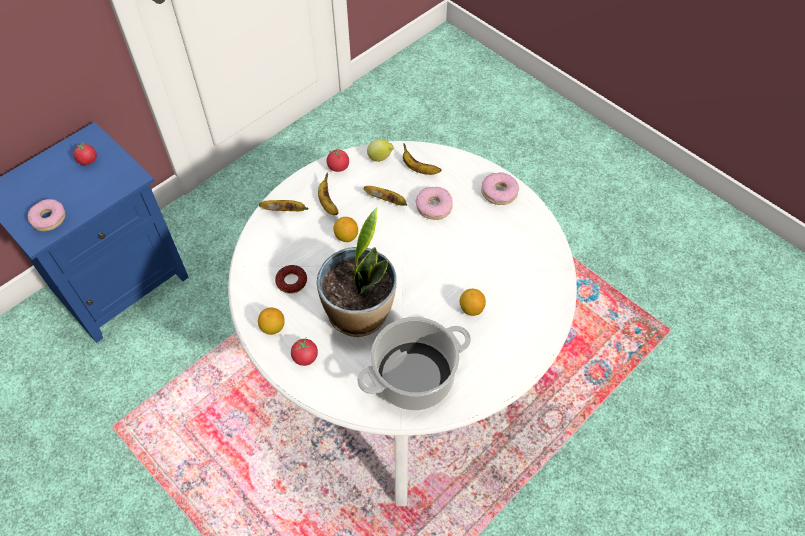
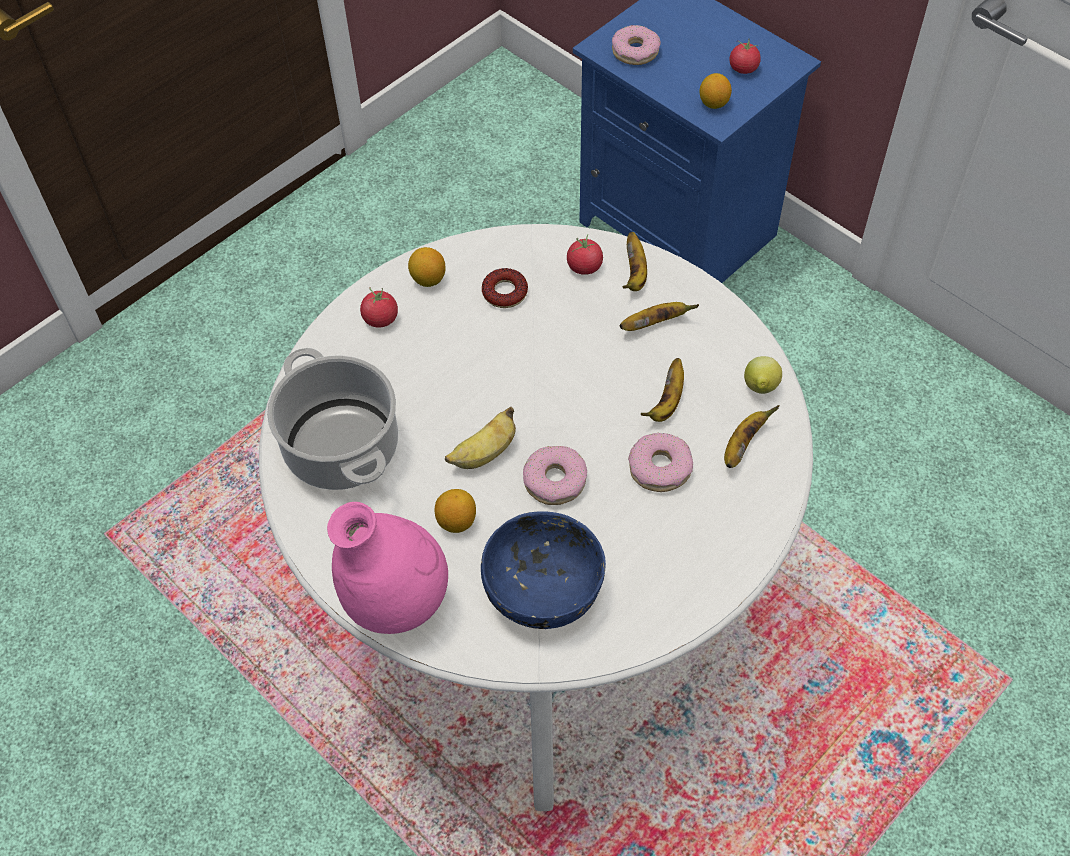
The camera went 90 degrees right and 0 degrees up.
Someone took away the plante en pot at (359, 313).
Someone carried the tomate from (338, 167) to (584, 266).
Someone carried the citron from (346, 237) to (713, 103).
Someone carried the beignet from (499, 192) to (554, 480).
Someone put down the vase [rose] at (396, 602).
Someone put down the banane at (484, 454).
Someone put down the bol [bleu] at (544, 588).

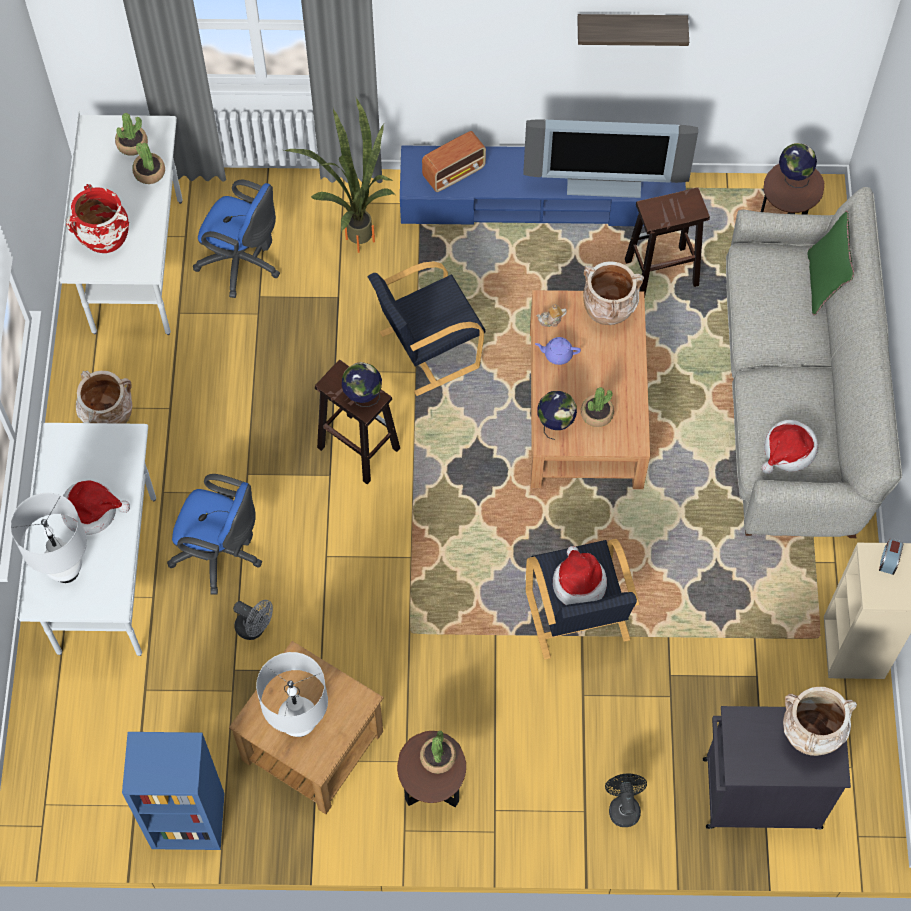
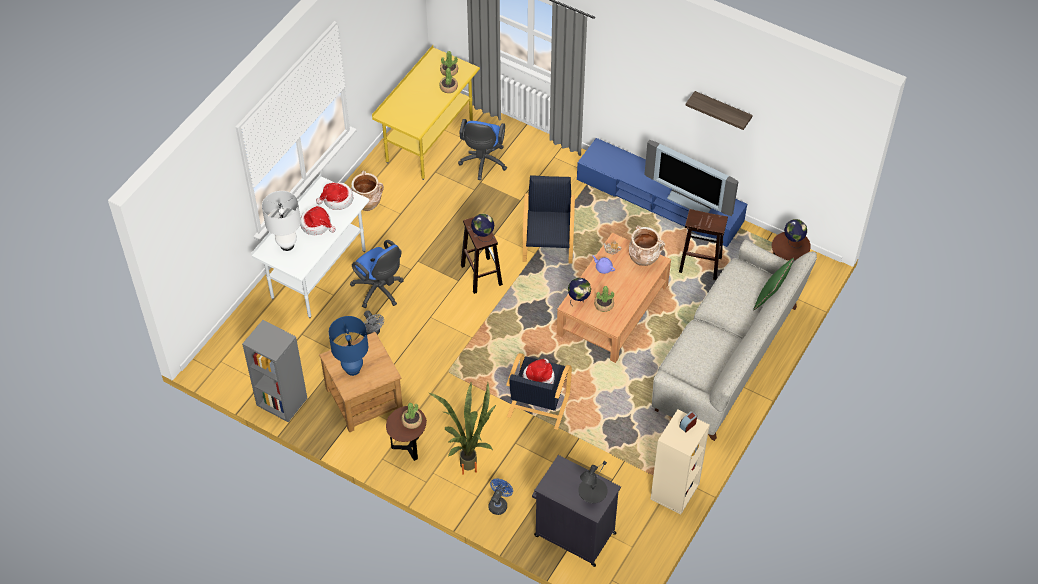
The camera went 30 degrees right and 10 degrees down.
Someone repainted the bureau [blanc] at (137, 266), which became the bureau [jaune] at (429, 141).
Someone took away the vase [rouge] at (105, 243).
Someone repainted the bibliothèque [bleu] at (187, 821), which became the bibliothèque [gris] at (281, 402).
Someone rotated the chaise de bureau [bleu] at (243, 263) by 45 degrees clockwise.
Someone repainted the lampe de table [blanc] at (299, 724), which became the lampe de table [bleu] at (352, 369).
Someone carried the plante en pot from (357, 233) to (469, 462).
Someone rotated the fauteuil [noir] at (427, 350) by 90 degrees clockwise.
Someone took away the radio at (454, 173).
Someone repainted the ventilateur [noir] at (623, 806), which became the ventilateur [bleu] at (499, 504).
Someone carried the chapeau from (788, 451) to (337, 200).
Someone swapped the vase [beige] at (808, 737) for the lampe de table [noir] at (592, 490).

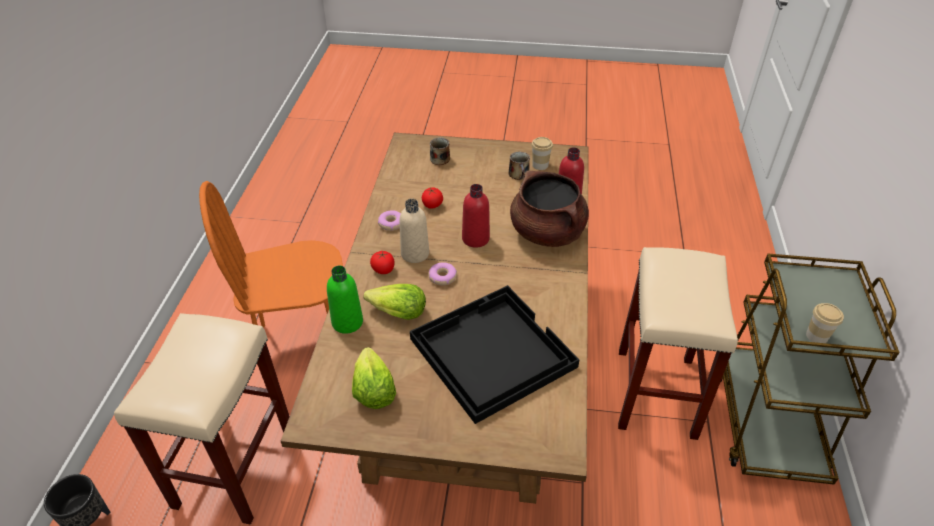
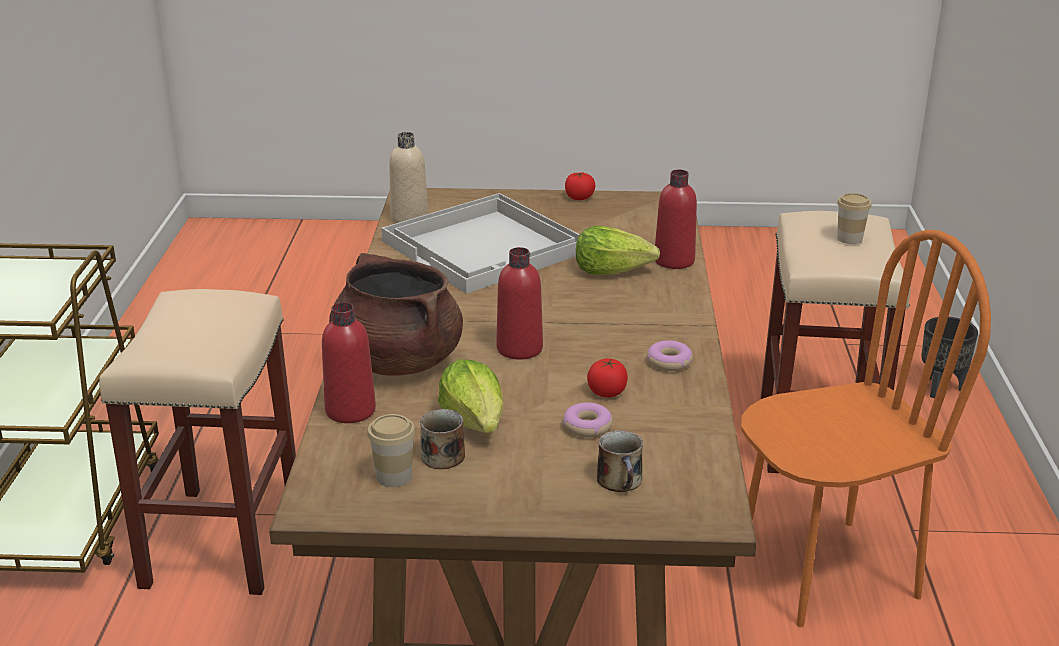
The camera went 175 degrees right and 15 degrees down.
Someone repainted the bouteille [vert] at (347, 322), which became the bouteille [rouge] at (674, 261).
Someone carried the laitue from (373, 390) to (475, 421).
Someone carried the tomate from (383, 269) to (579, 197).
Someone carried the bouteille [beige] from (415, 254) to (409, 218).
Someone repainted the plateau [noir] at (490, 352), which became the plateau [blanc] at (486, 246).
Someone carried the beignet from (442, 277) to (587, 426).
Someone carried the tasse from (817, 336) to (849, 239).

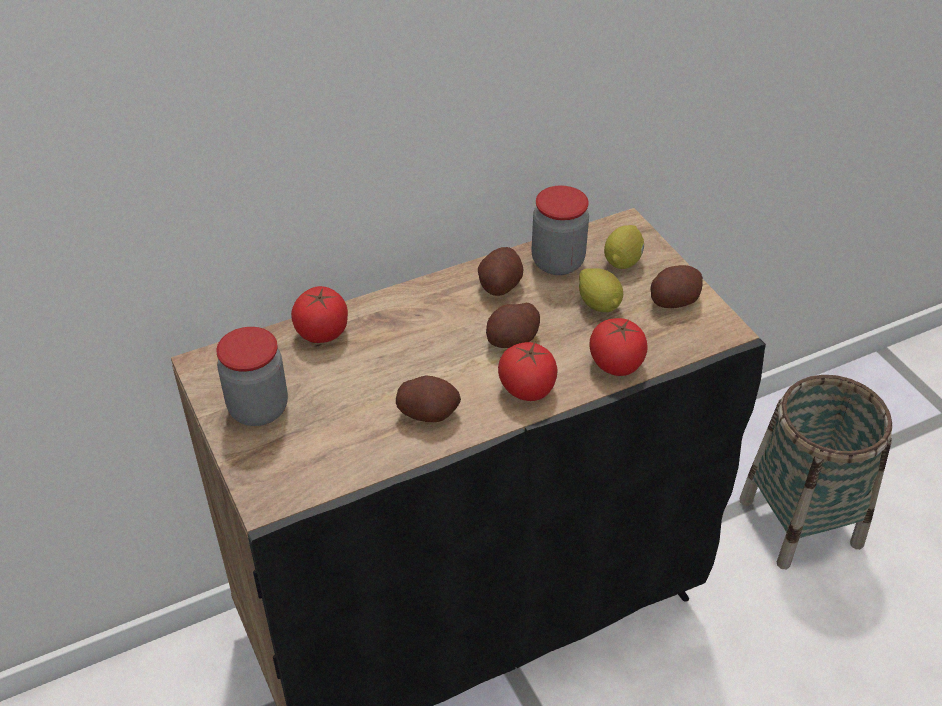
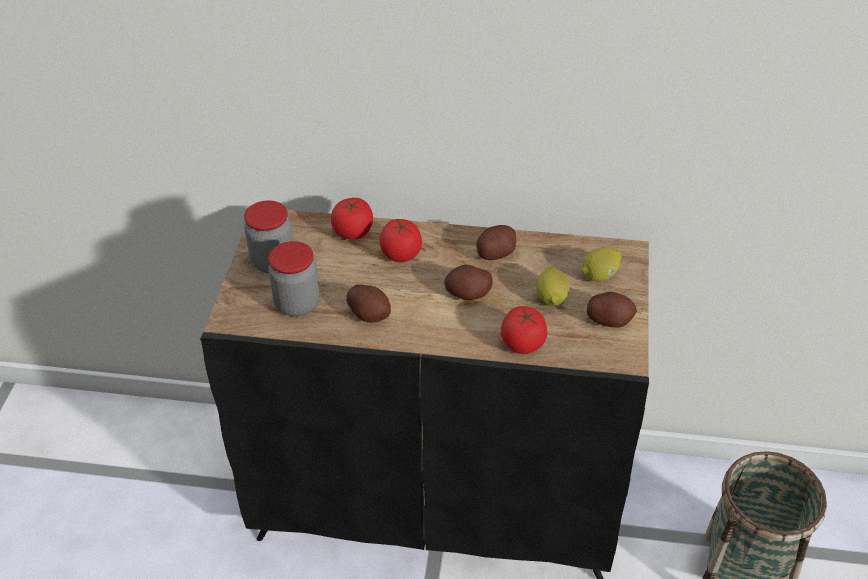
The camera went 35 degrees right and 0 degrees up.
Someone carried the tomate from (527, 388) to (401, 253).
Someone carried the bocal from (557, 262) to (297, 304).

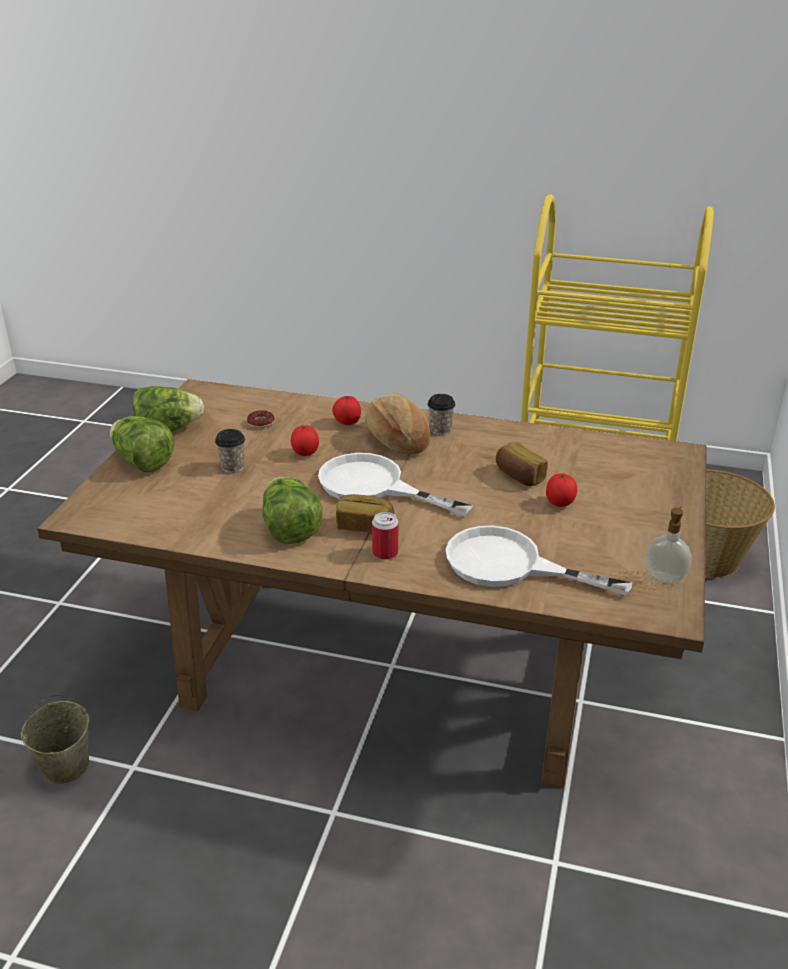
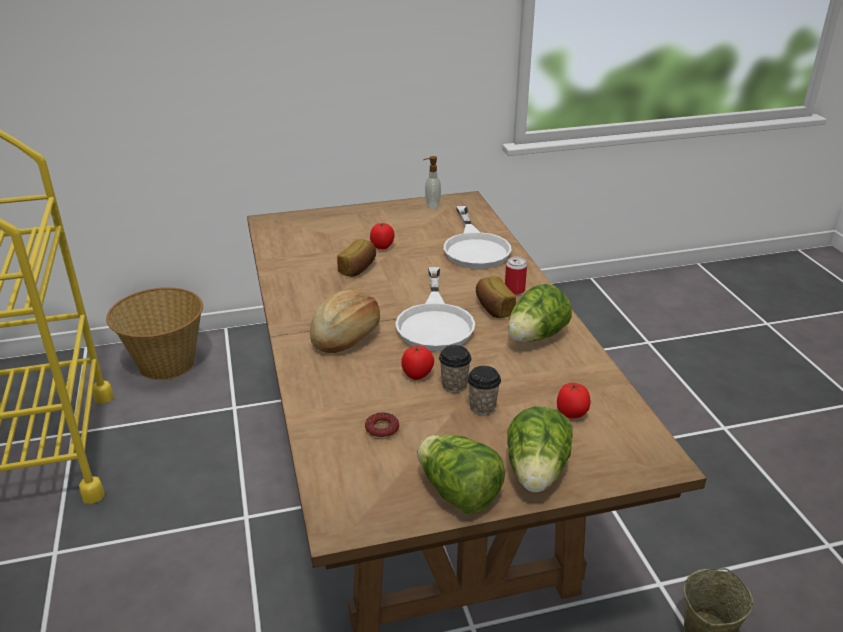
The camera went 120 degrees left and 0 degrees up.
Someone carried the tomate from (347, 423) to (571, 414).
Someone carried the tasse from (440, 430) to (454, 385).

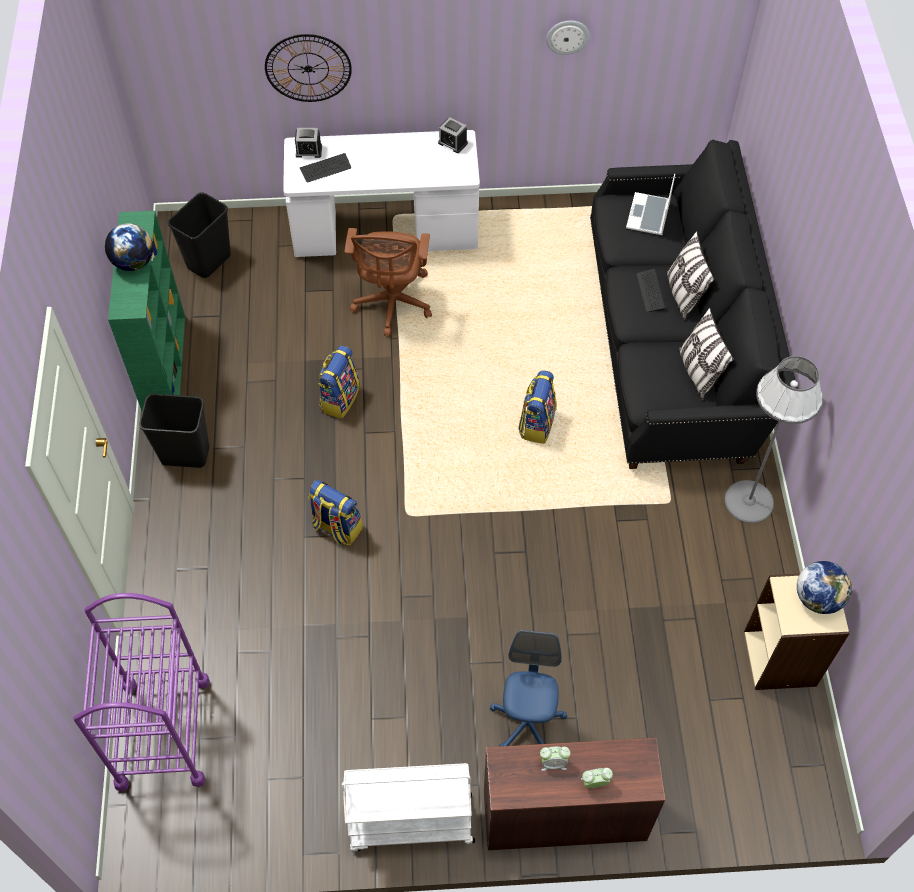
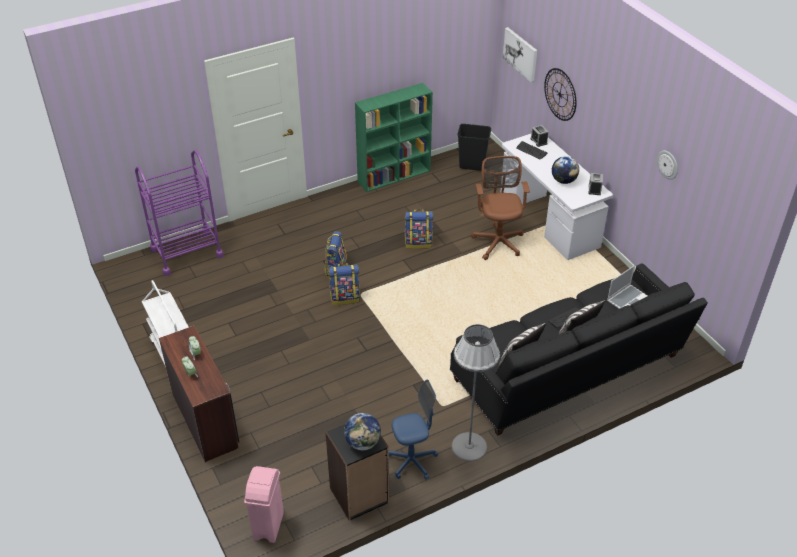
The camera went 65 degrees right and 15 degrees down.
Someone carried the globe from (134, 262) to (563, 181).
Someone took away the poubelle [noir] at (186, 454).
Someone rotated the chaise de bureau [marron] at (392, 304) by 105 degrees clockwise.
Someone carried the chaise de bureau [bleu] from (527, 722) to (412, 461).
Someone carried the sac à dos from (536, 424) to (345, 297).
Someone rotated the ordinateur portable at (649, 216) by 150 degrees clockwise.
Someone repainted the bibliothèque [beige] at (781, 658), which became the bibliothèque [noir] at (359, 495).
Someone put down the poubelle [rose] at (268, 526).
Someone put up the tableau at (521, 54).

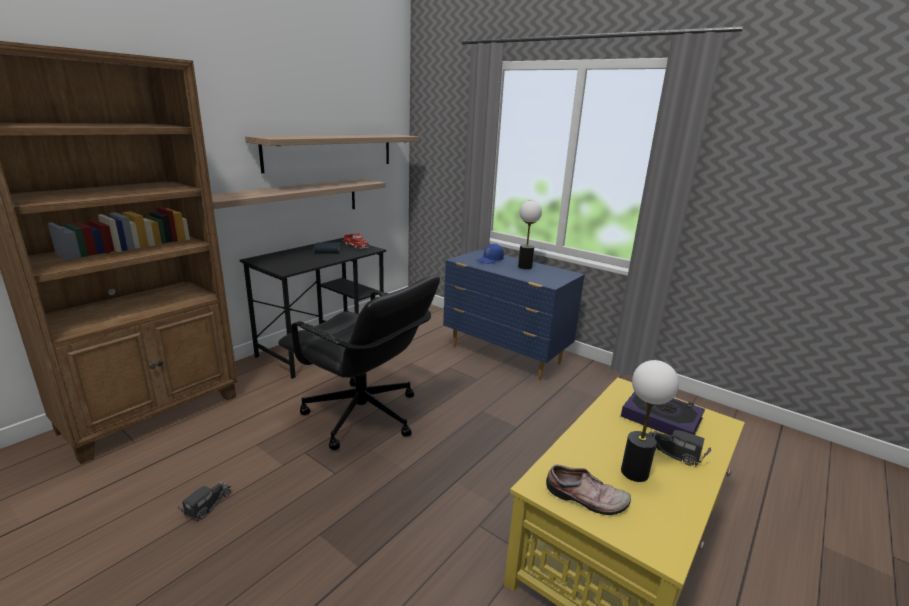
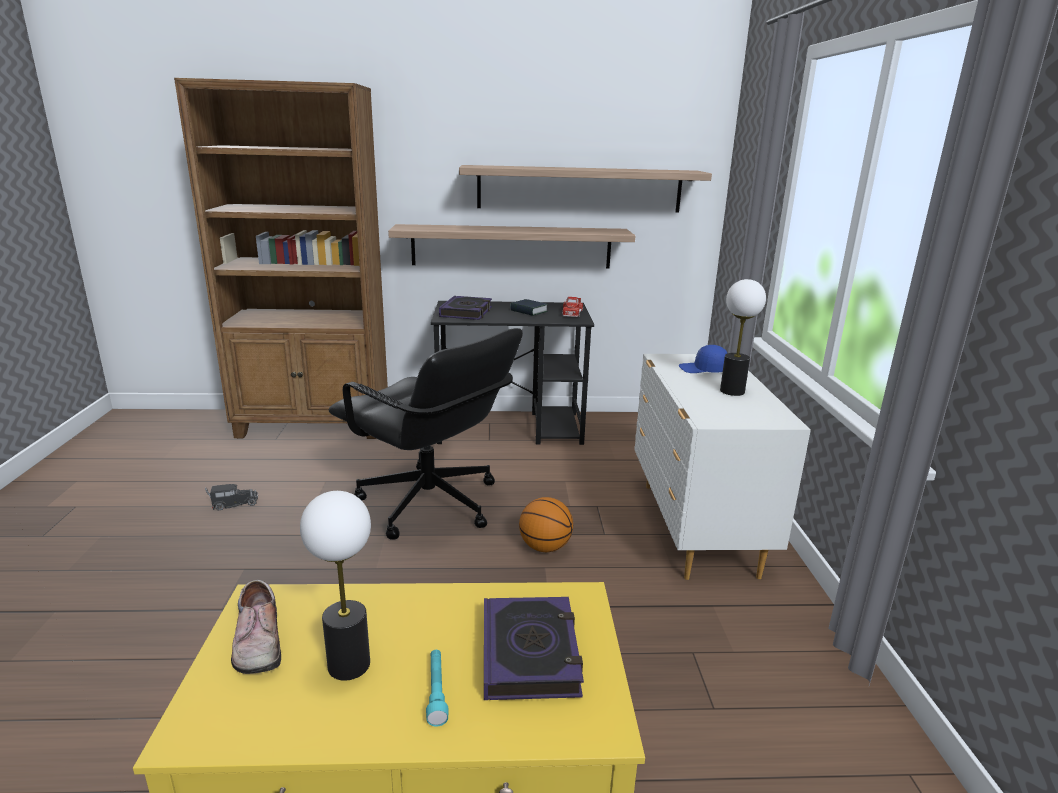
The camera went 50 degrees right and 0 degrees up.
Someone rotated the chaise de bureau [noir] at (362, 416) by 45 degrees counterclockwise.
Someone repainted the commode [bleu] at (505, 355), which became the commode [blanc] at (695, 529).
Someone swapped the camion jouet at (675, 454) for the lampe de poche [turquoise] at (436, 692).
Someone put down the livre at (466, 312).
Someone put down the ballon de basket at (545, 547).

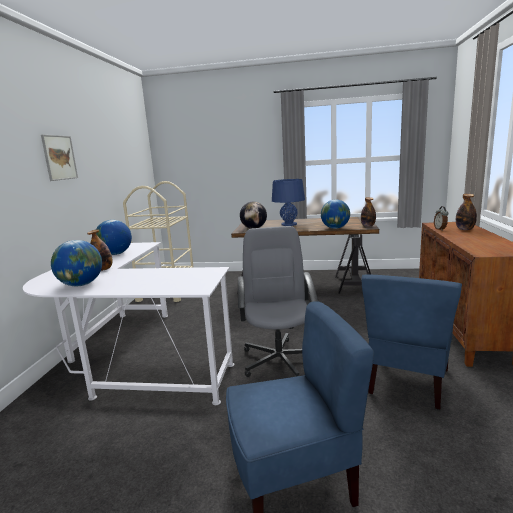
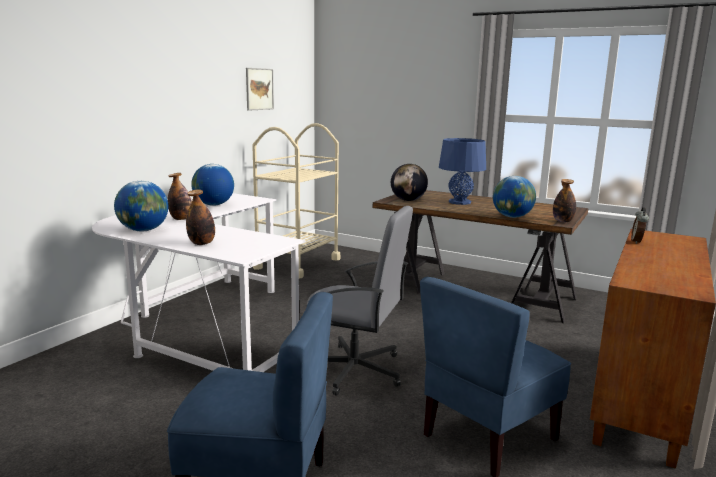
The camera went 20 degrees right and 0 degrees up.
Someone carried the tableau from (59, 157) to (259, 89).
Someone rotated the chaise de bureau [gris] at (279, 359) by 90 degrees clockwise.
Someone carried the bouteille from (464, 229) to (202, 243).

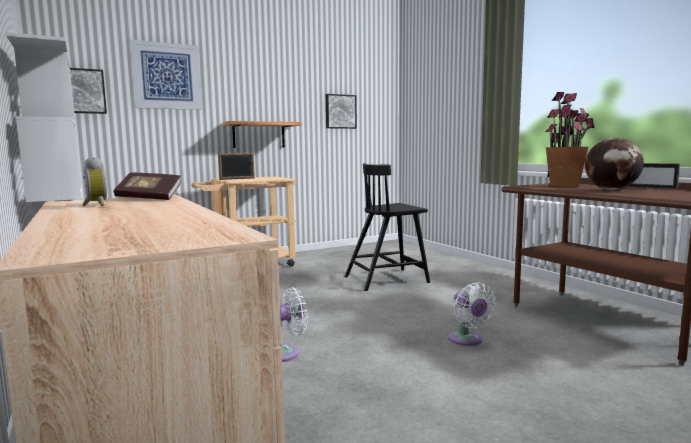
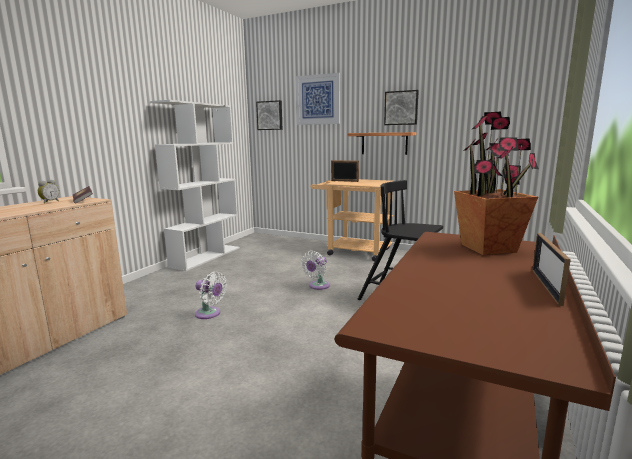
The camera went 55 degrees right and 5 degrees up.
Someone carried the tableau from (340, 111) to (401, 108).
Someone carried the ventilateur [blanc] from (467, 340) to (317, 286).
Someone took away the globe at (612, 190).

